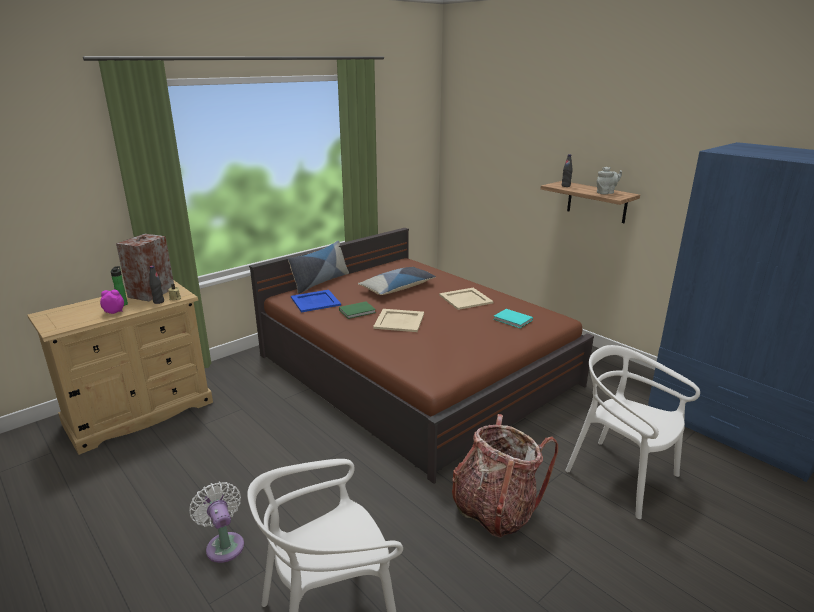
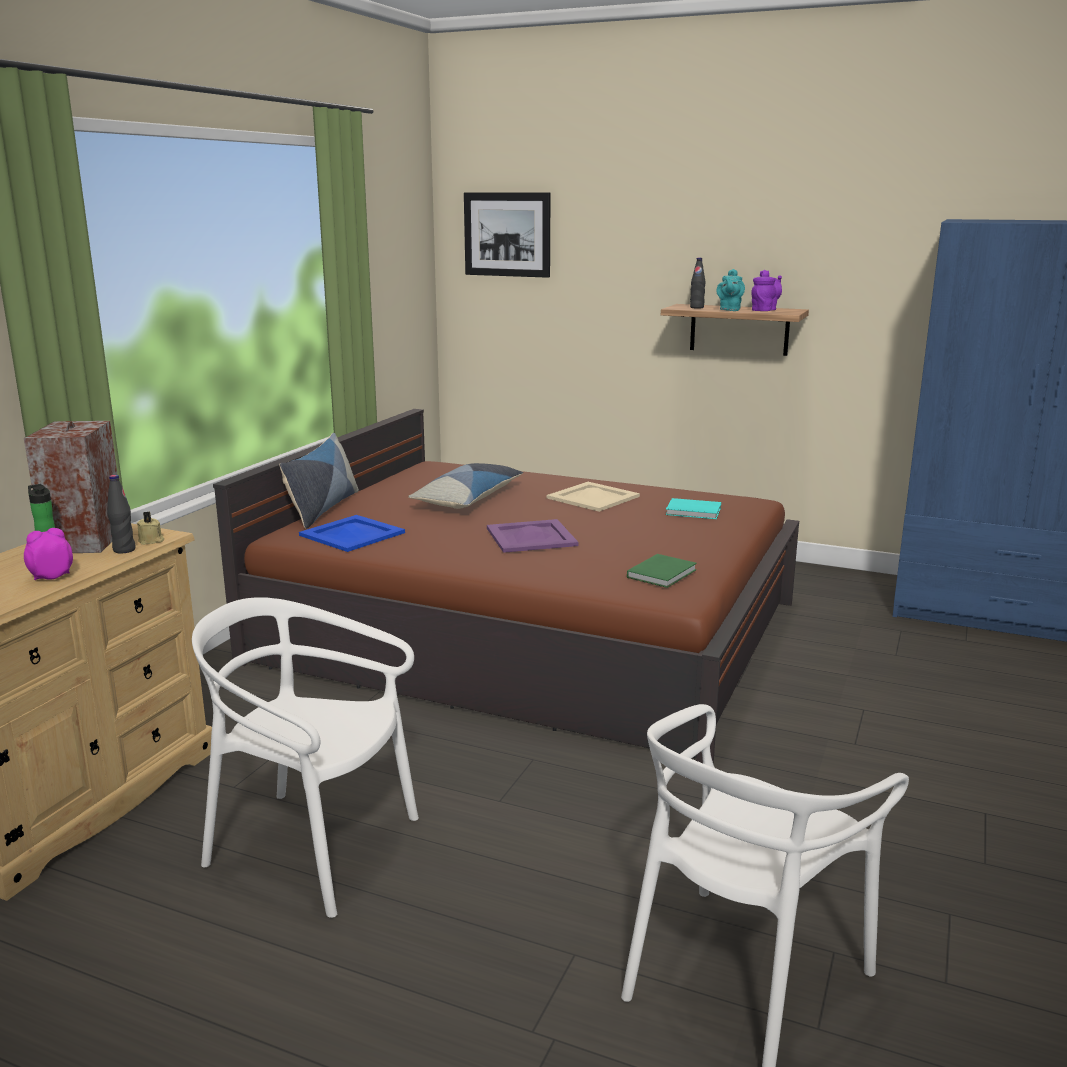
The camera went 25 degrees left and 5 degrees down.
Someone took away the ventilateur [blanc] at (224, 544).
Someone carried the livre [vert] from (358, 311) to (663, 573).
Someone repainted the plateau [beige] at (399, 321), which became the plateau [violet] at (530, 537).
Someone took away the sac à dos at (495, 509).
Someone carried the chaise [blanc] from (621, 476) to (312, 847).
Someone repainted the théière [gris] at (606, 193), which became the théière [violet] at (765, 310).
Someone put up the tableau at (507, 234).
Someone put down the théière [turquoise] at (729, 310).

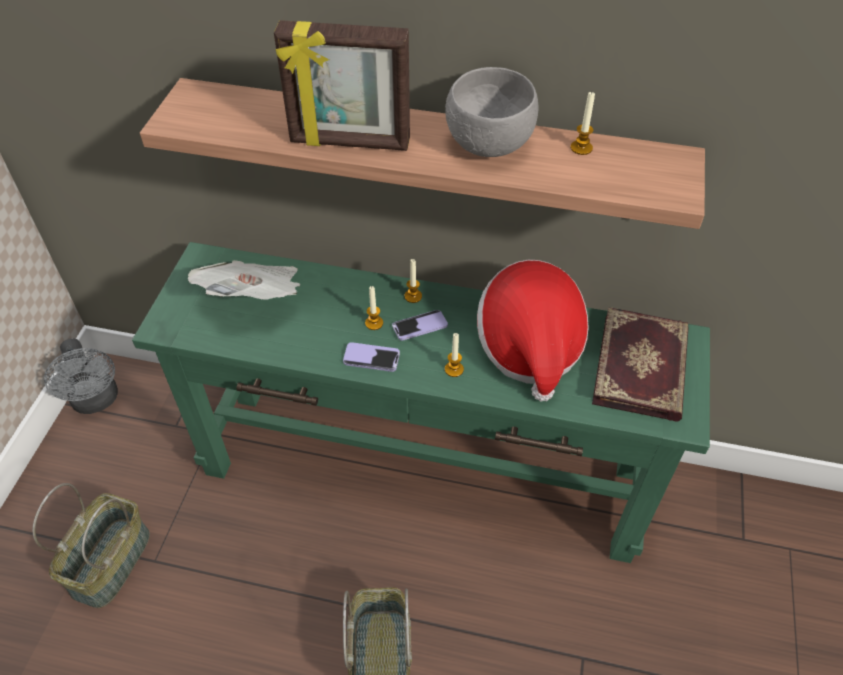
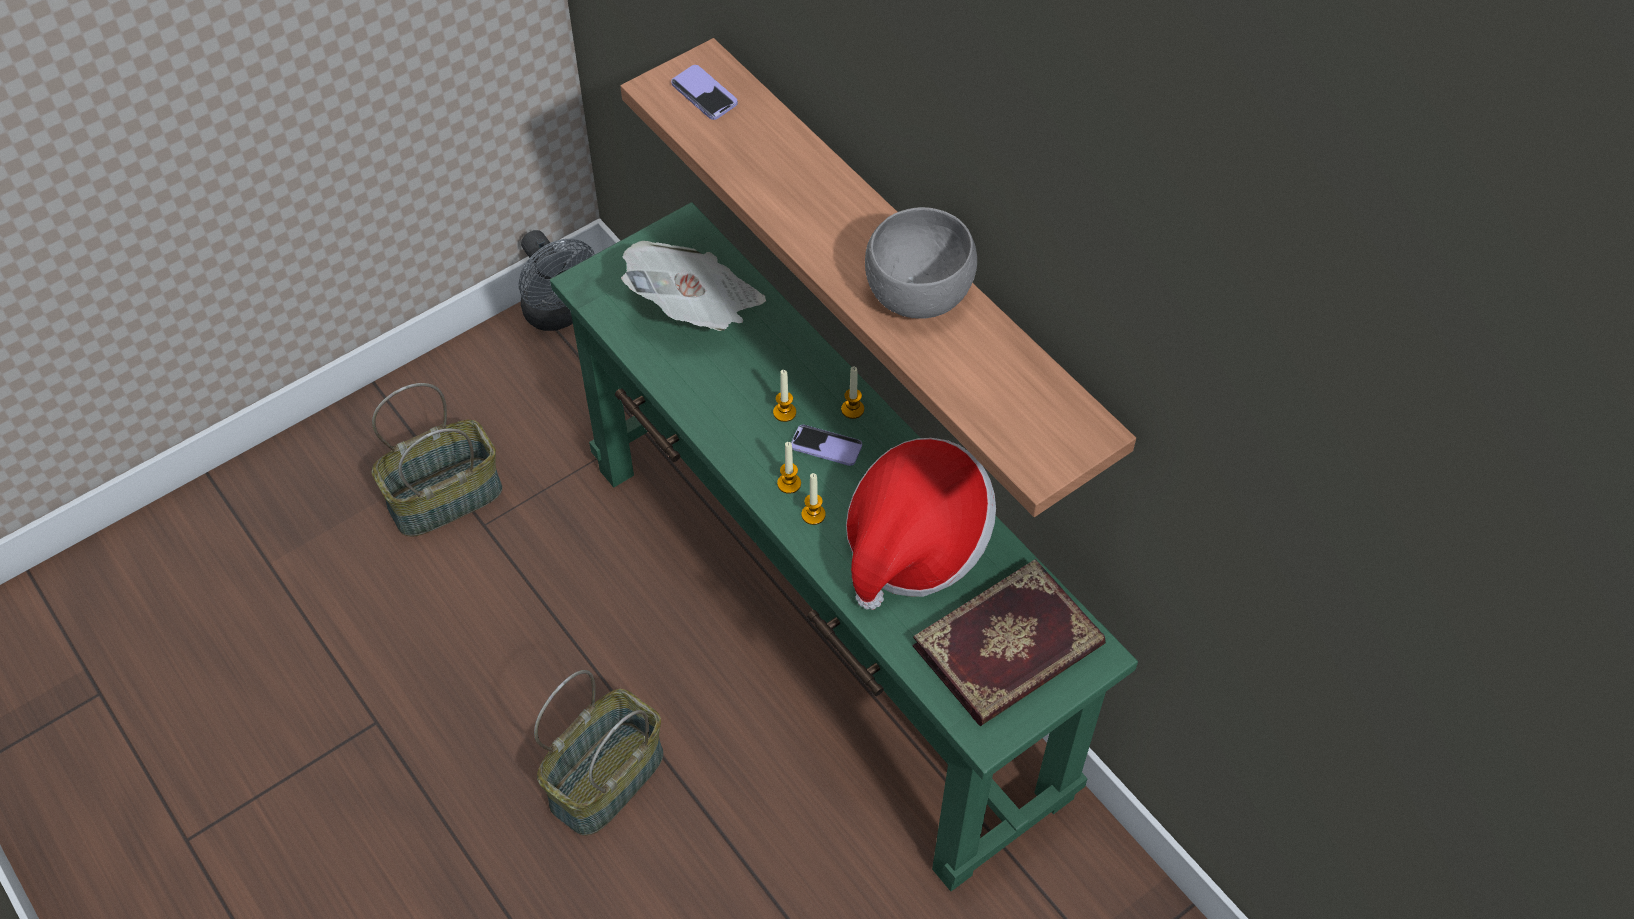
The camera went 40 degrees right and 5 degrees up.
Someone rotated the ventilateur [gris] at (96, 401) by 45 degrees counterclockwise.
Someone took away the cadre photo at (349, 143).
Someone carried the téléphone from (371, 358) to (704, 94).
Someone carried the bougie from (581, 148) to (789, 483).

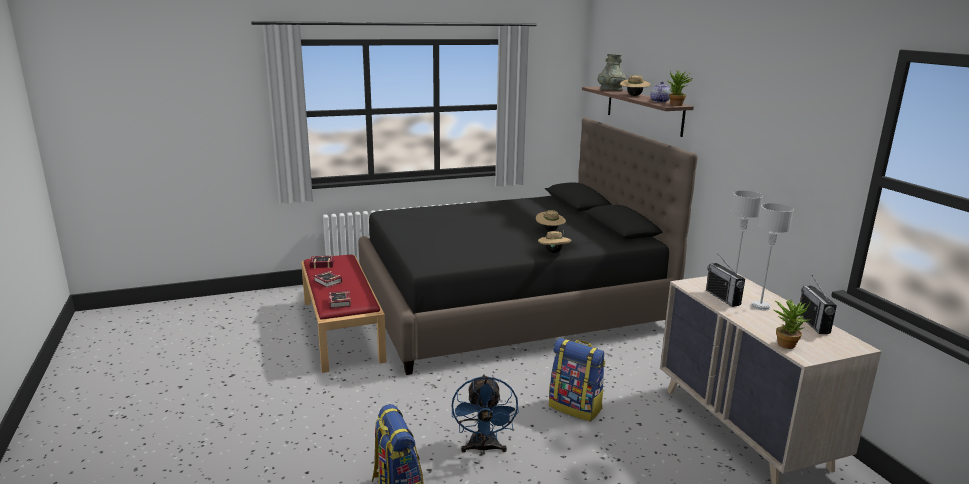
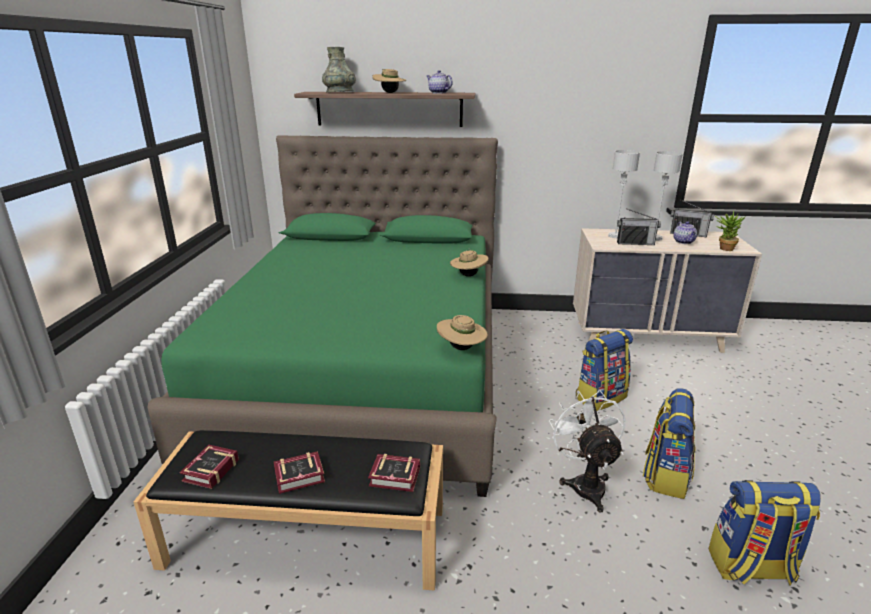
The camera went 65 degrees left and 5 degrees up.
Someone repainted the banc [rouge] at (342, 330), which became the banc [noir] at (309, 536).
Someone repainted the lit [noir] at (509, 306), which became the lit [vert] at (368, 373).
Someone swapped the ventilateur [bleu] at (483, 449) for the sac à dos at (665, 475).
Someone carried the chapeau [beige] from (550, 230) to (461, 348).
Someone took away the plante en pot at (676, 105).
Someone put down the ventilateur [blanc] at (585, 483).
Someone put down the théière at (684, 242).

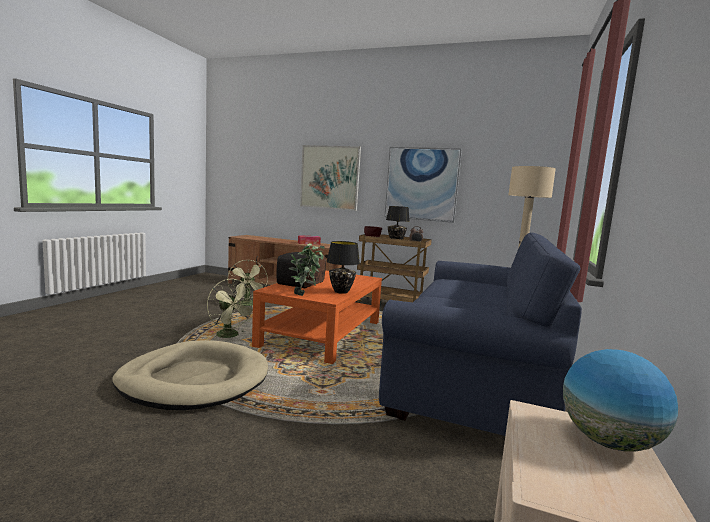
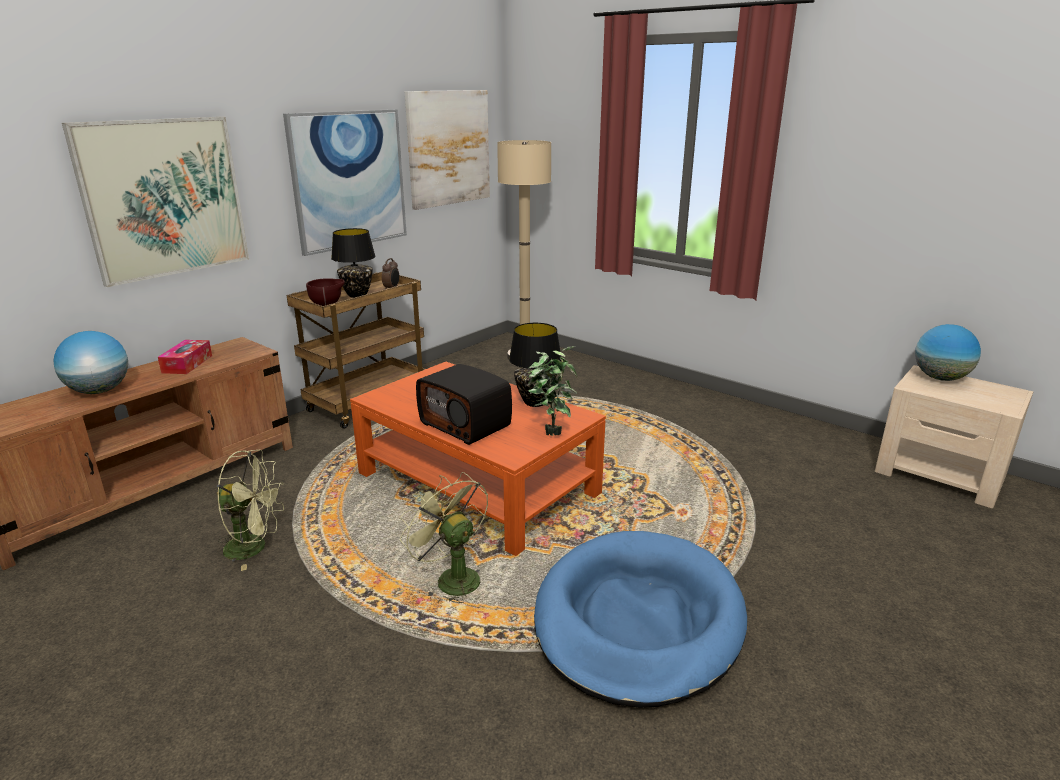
The camera went 70 degrees left and 15 degrees up.
Someone repainted the panier pour chien [beige] at (194, 380), which became the panier pour chien [bleu] at (638, 620).
Someone rotated the ventilateur [vert] at (231, 336) by 105 degrees counterclockwise.
Someone took away the canapé [bleu] at (472, 373).
Someone put down the globe at (100, 391).
Someone put up the tableau at (448, 148).

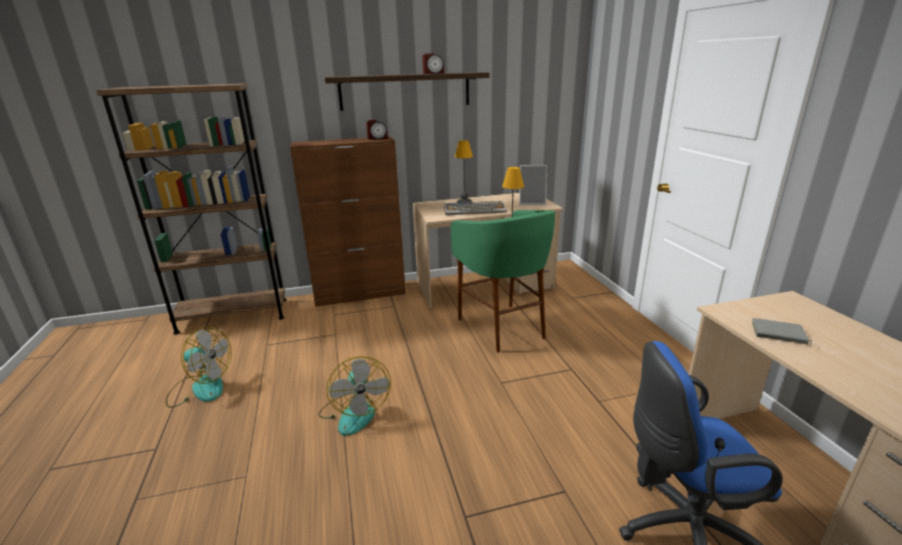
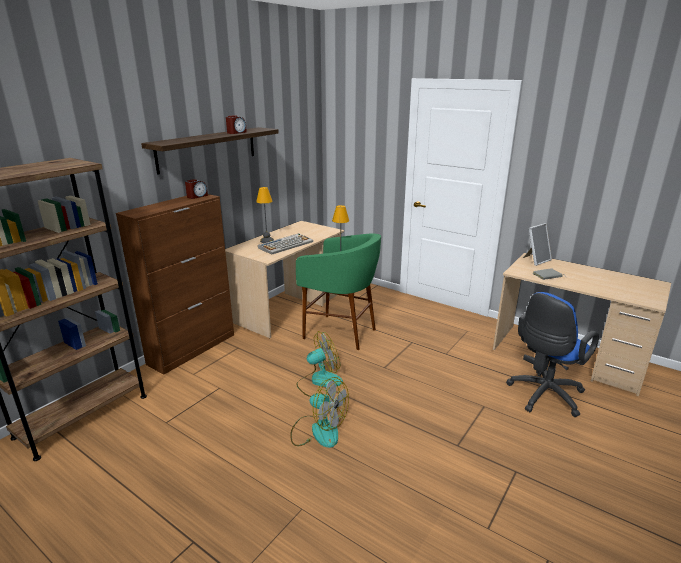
The camera went 40 degrees left and 0 degrees up.
Someone carried the ventilateur from (200, 388) to (319, 382).
Someone carried the cadre photo from (532, 202) to (535, 260).

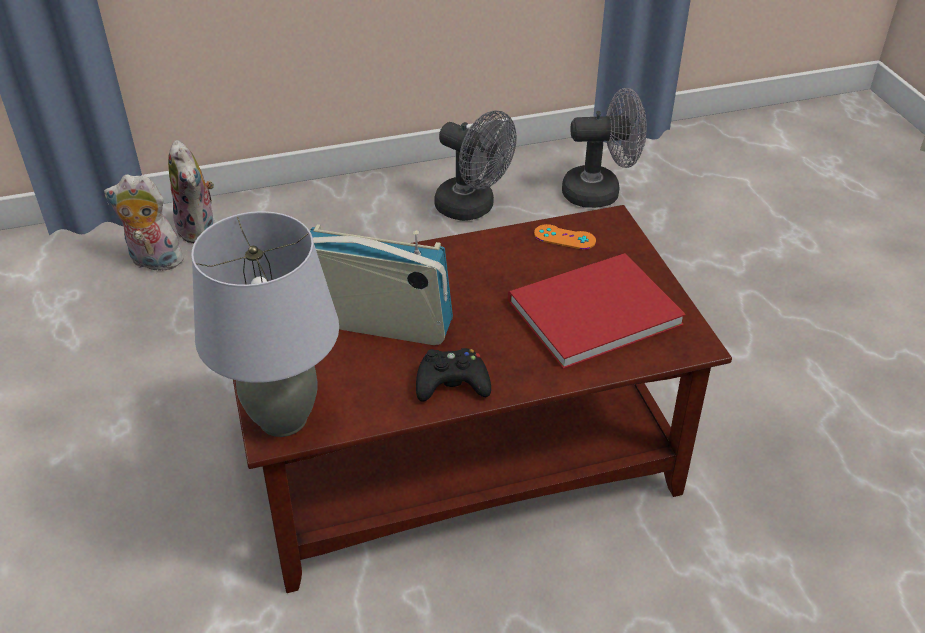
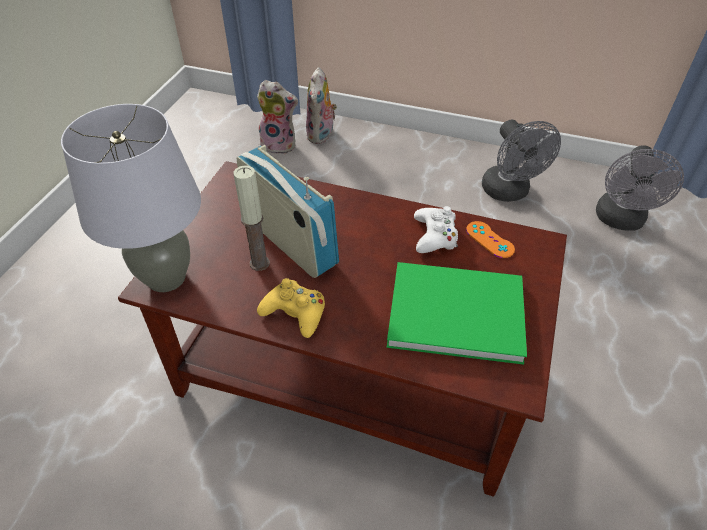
The camera went 35 degrees right and 5 degrees up.
Someone rotated the peluche at (153, 262) by 150 degrees clockwise.
Someone repainted the manette [noir] at (452, 383), which became the manette [jaune] at (295, 313).
Someone repainted the livre [rouge] at (588, 311), which became the livre [vert] at (451, 310).
Someone rotated the ventilateur [gris] at (600, 192) by 75 degrees clockwise.
Someone put down the bougie at (259, 263).
Someone put down the manette [blanc] at (435, 236).

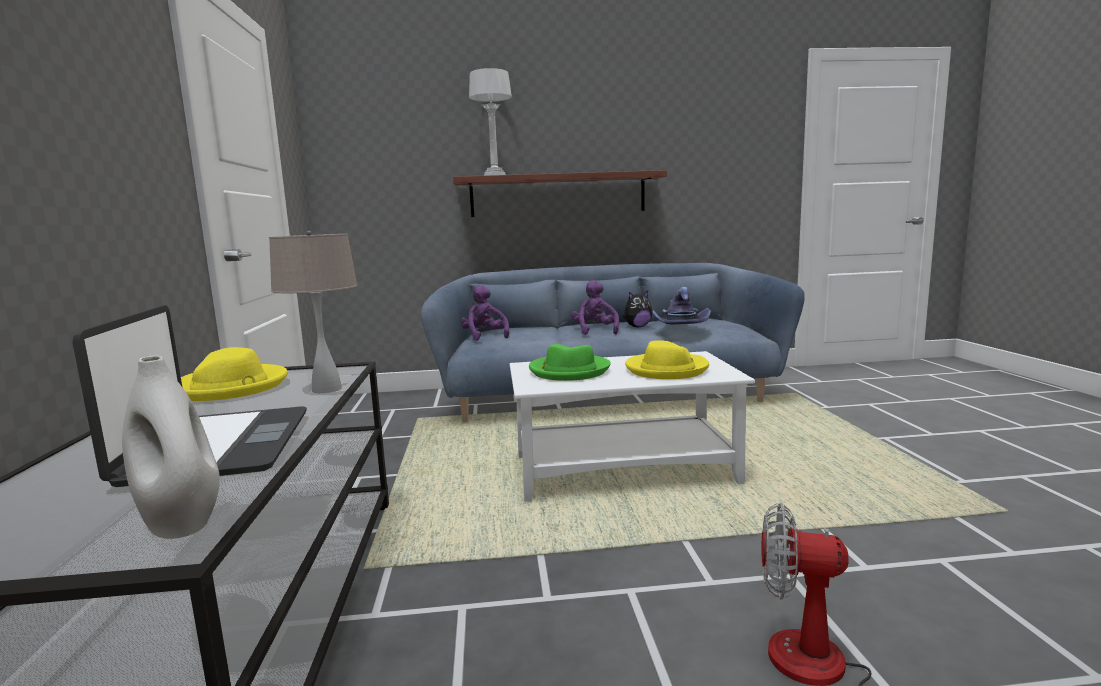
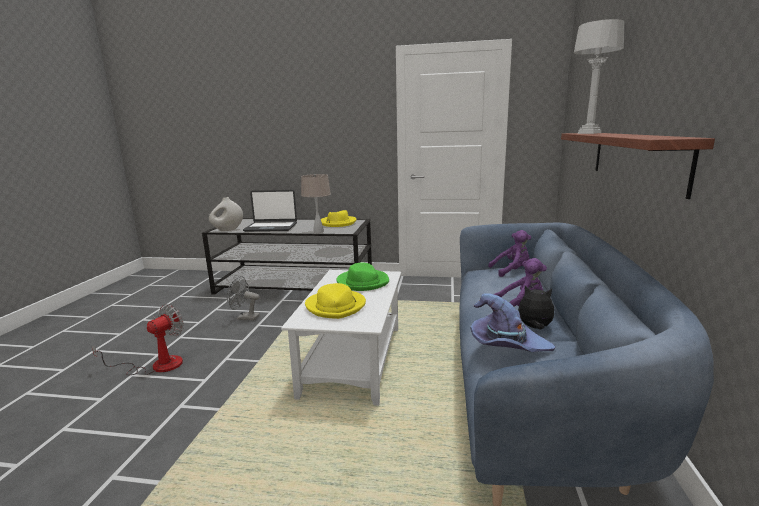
The camera went 105 degrees right and 5 degrees up.
Someone rotated the peluche at (637, 327) by 120 degrees clockwise.
Someone put down the ventilateur [gris] at (244, 317).

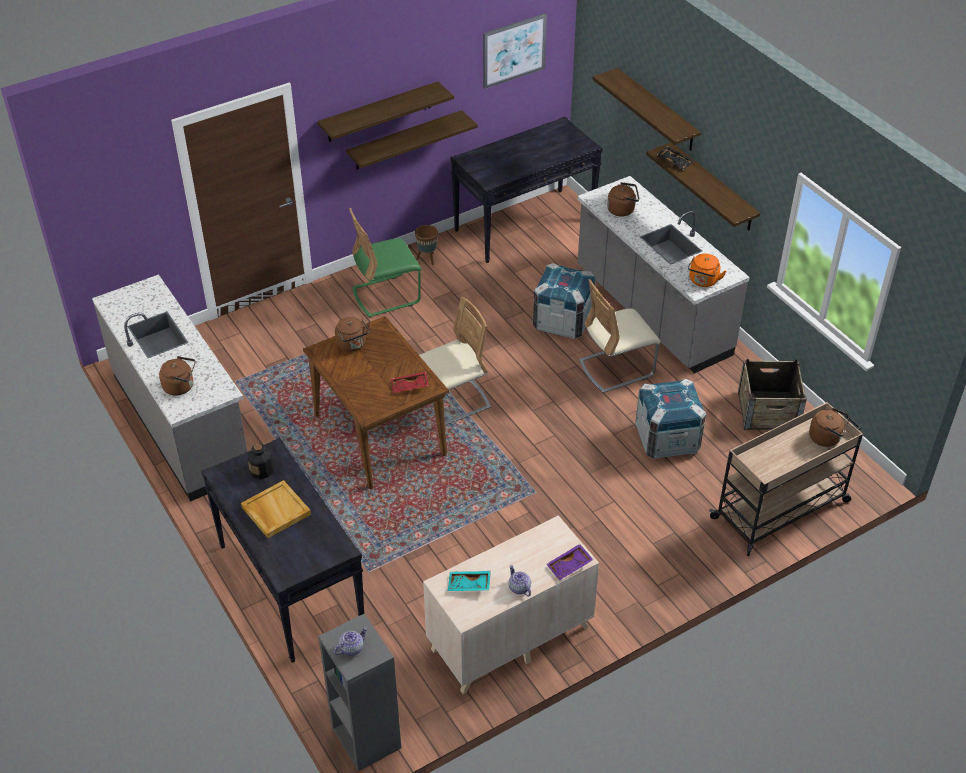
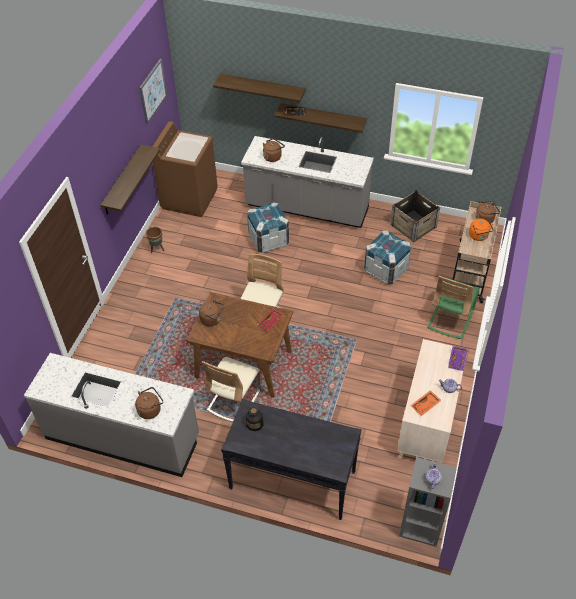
The camera went 40 degrees left and 5 degrees up.
Someone took away the plateau [beige] at (275, 511).
Someone took away the étagère at (379, 112).
Someone carried the chaise [vert] from (386, 295) to (450, 319).
Someone repainted the plateau [turquoise] at (469, 585), which became the plateau [orange] at (425, 405).
Someone swapped the table console [noir] at (525, 225) for the lave-linge [marron] at (189, 198).
Someone carried the chaise [beige] from (616, 368) to (234, 400).
Someone carried the bouilloire [orange] from (703, 281) to (479, 236).

